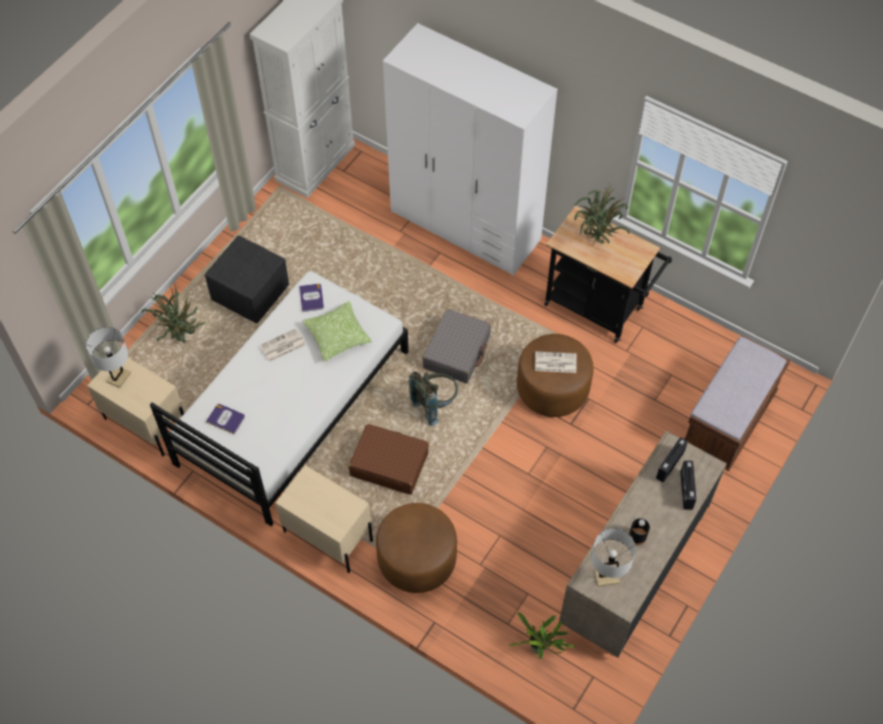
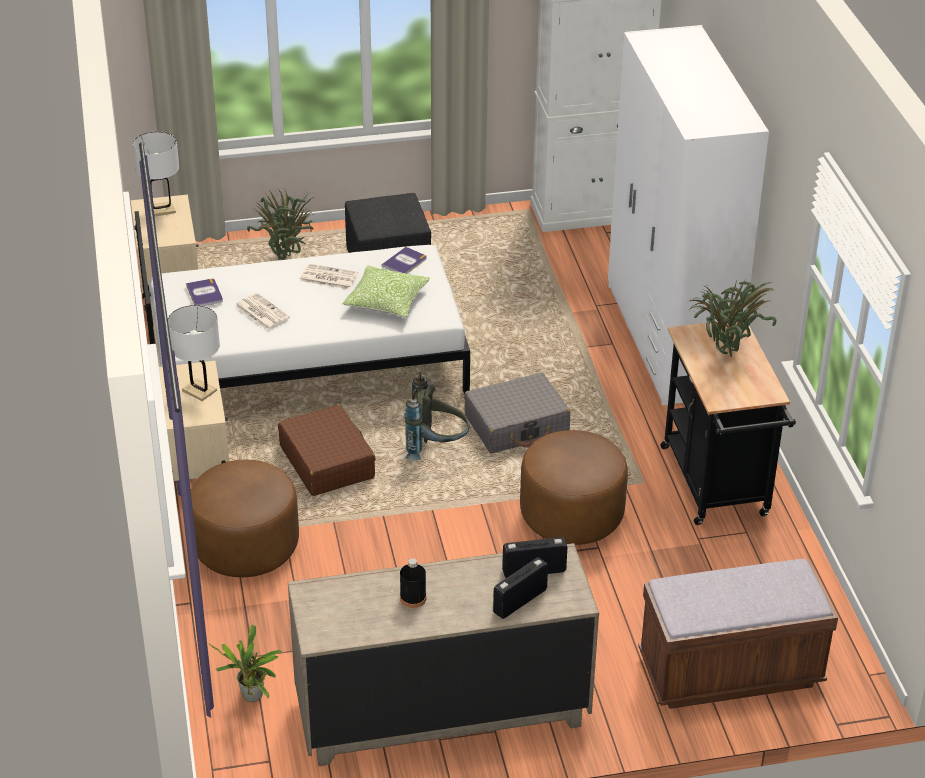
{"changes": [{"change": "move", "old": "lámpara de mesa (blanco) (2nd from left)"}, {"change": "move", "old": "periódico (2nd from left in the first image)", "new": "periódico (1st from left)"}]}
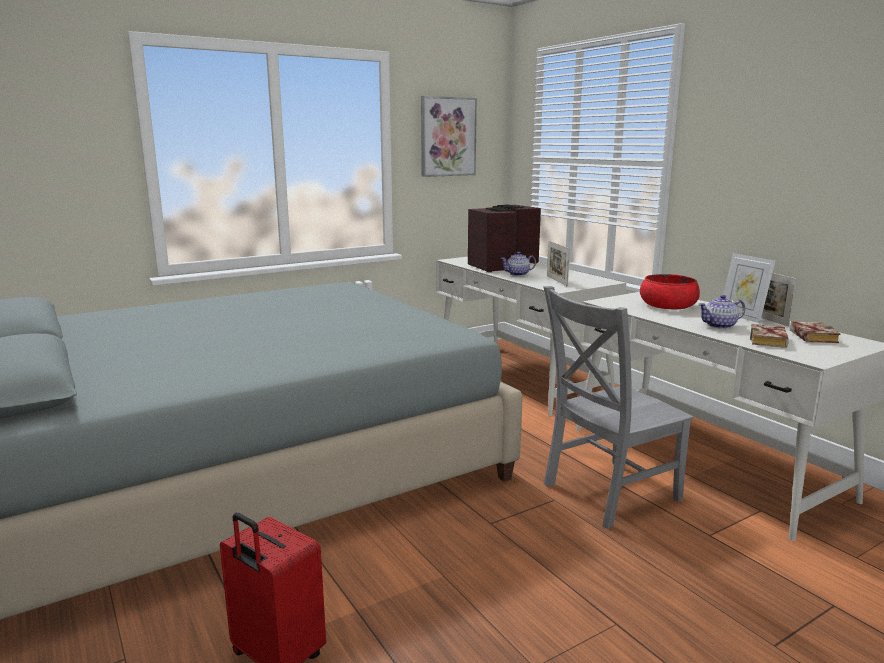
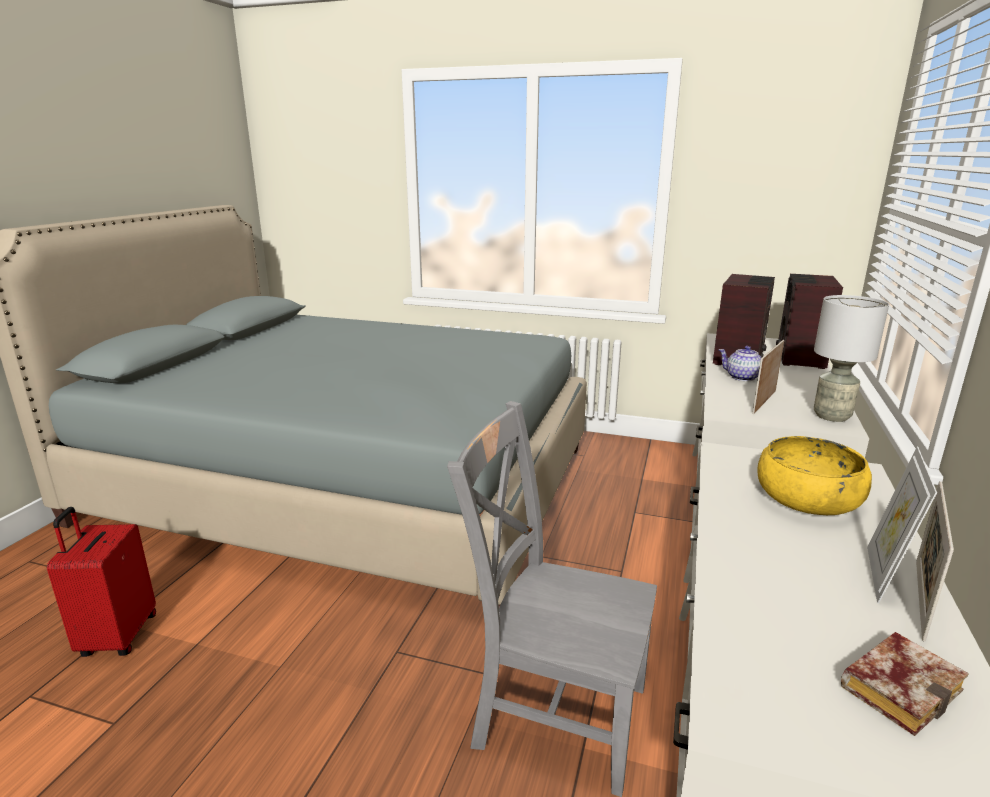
{"changes": [{"change": "recolor", "old": "cuenco (rojo)", "new": "cuenco (amarillo)"}, {"change": "insert", "new": "lámpara de mesa (gris)"}, {"change": "delete", "old": "cuadro"}, {"change": "delete", "old": "tetera (2nd from left)"}, {"change": "delete", "old": "libro (1st from left)"}]}
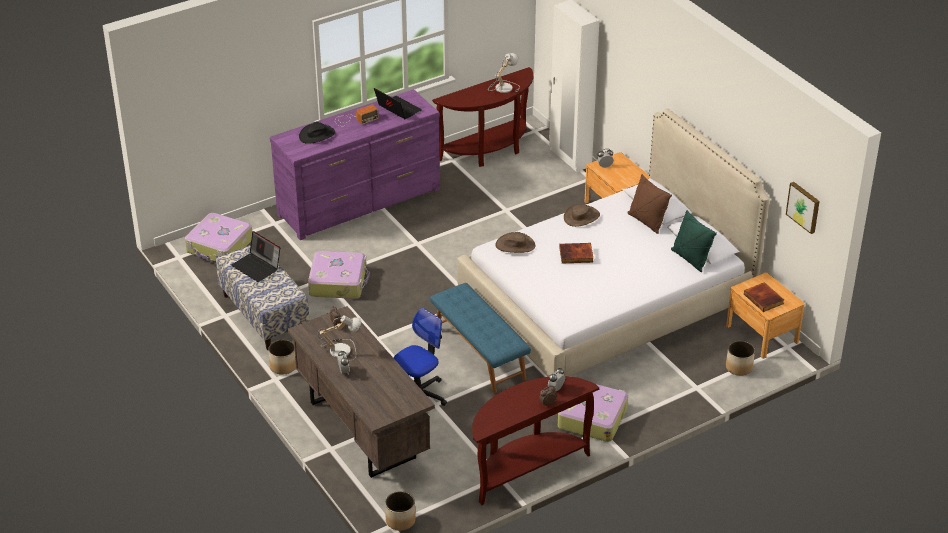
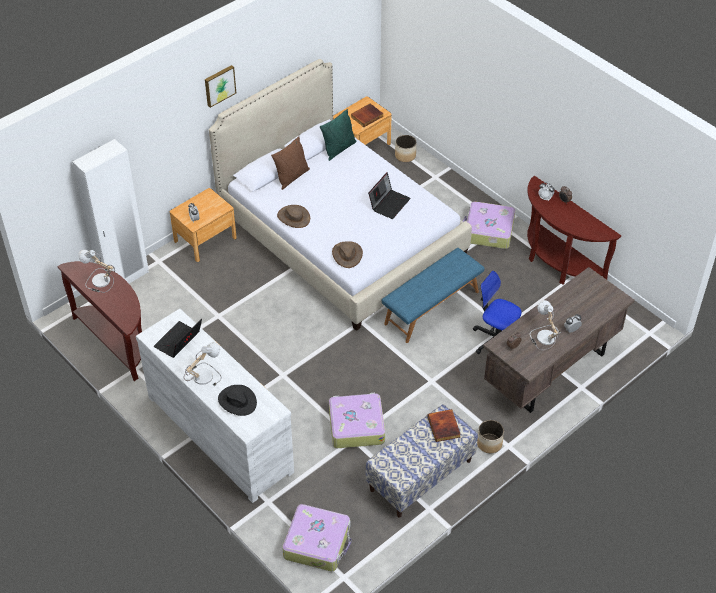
{"changes": [{"change": "recolor", "old": "cómoda (morado)", "new": "cómoda (blanco)"}, {"change": "replace", "old": "radio", "new": "lámpara de mesa (2nd from left)"}, {"change": "move", "old": "cuadro"}, {"change": "move", "old": "portátil (1st from left in the first image)", "new": "portátil (2nd from left)"}, {"change": "move", "old": "libro (1st from left in the first image)", "new": "libro (2nd from left)"}, {"change": "delete", "old": "maceta (2nd from left)"}]}
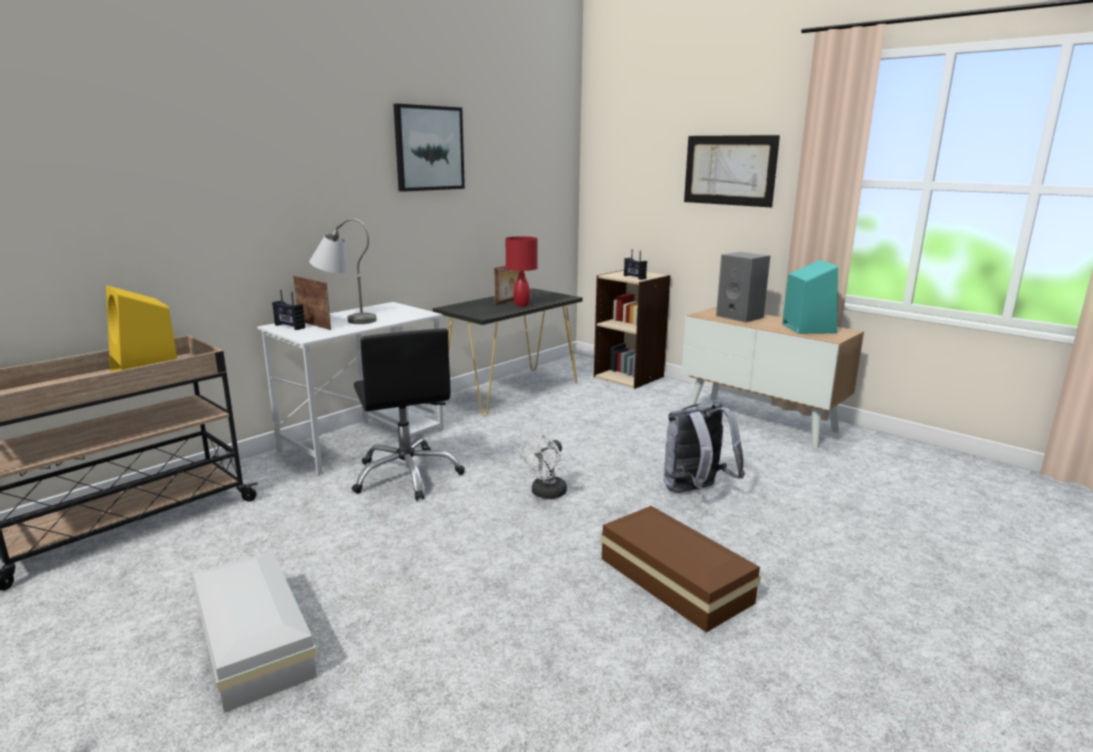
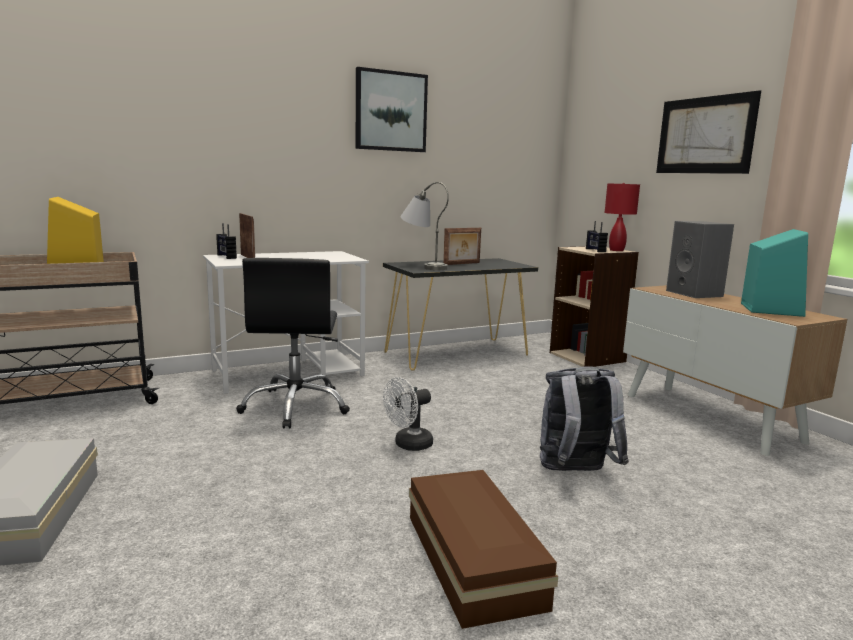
{"changes": [{"change": "move", "old": "lámpara de mesa (gris)"}, {"change": "move", "old": "lámpara de mesa (rojo)"}]}
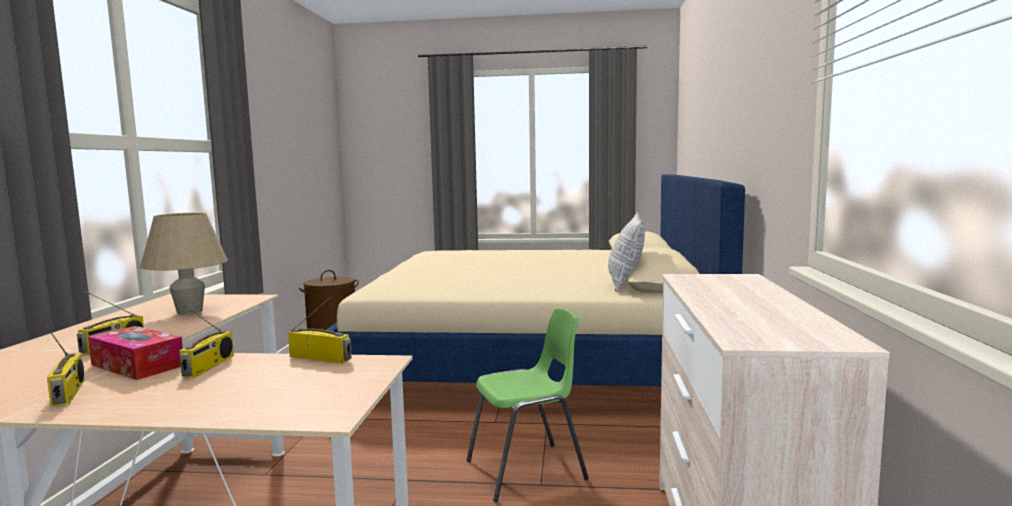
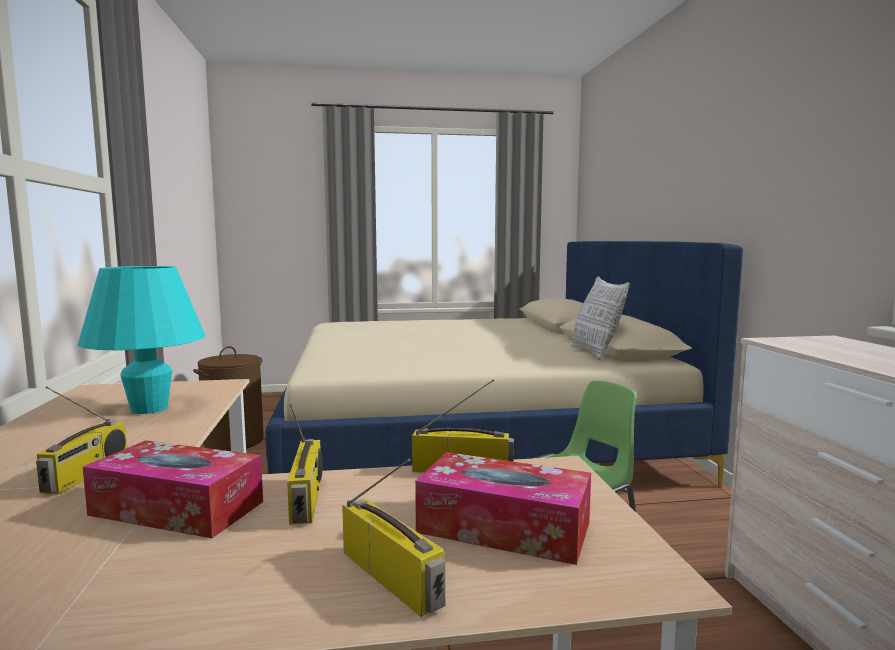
{"changes": [{"change": "recolor", "old": "lámpara de mesa (beis)", "new": "lámpara de mesa (turquesa)"}, {"change": "move", "old": "radio (1st from left in the first image)", "new": "radio (3rd from left)"}, {"change": "insert", "new": "caja de pañuelos (2nd from left)"}]}
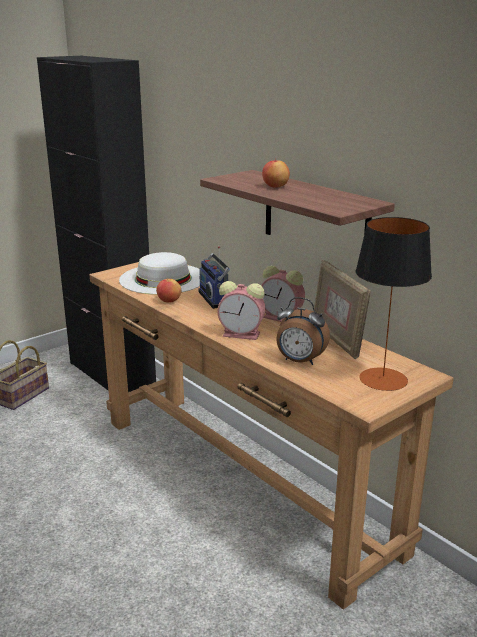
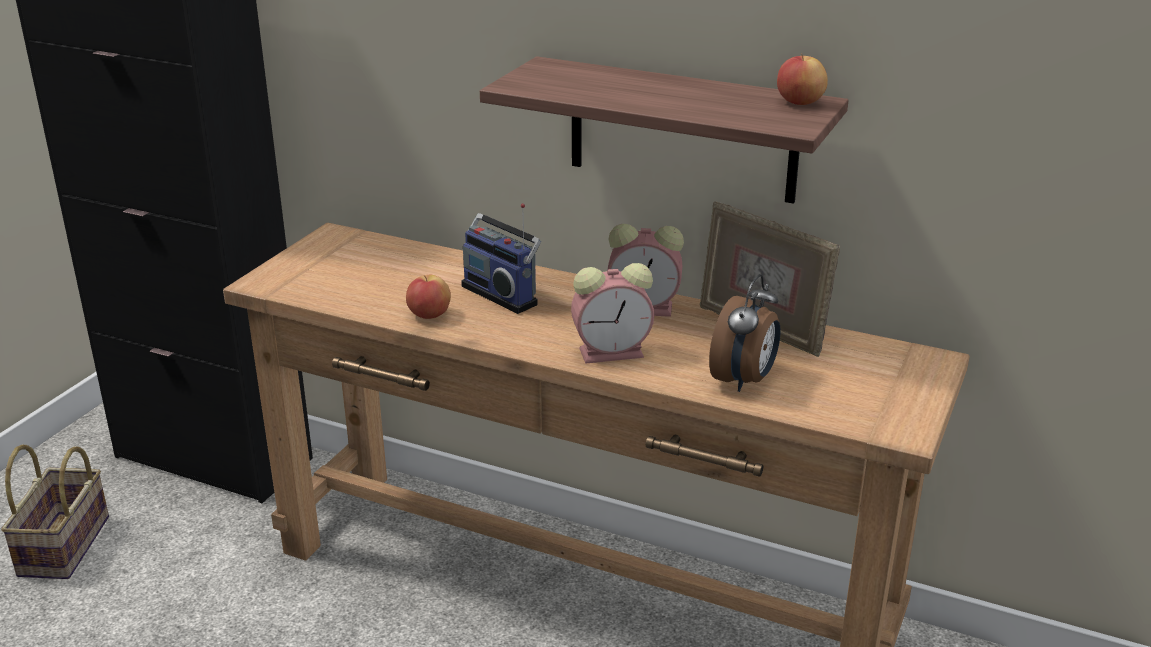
{"changes": [{"change": "rotate", "old": "despertador (3rd from left)", "degrees": -60}, {"change": "move", "old": "manzana (2nd from left)"}, {"change": "delete", "old": "sombrero (blanco)"}, {"change": "delete", "old": "lámpara de mesa"}]}
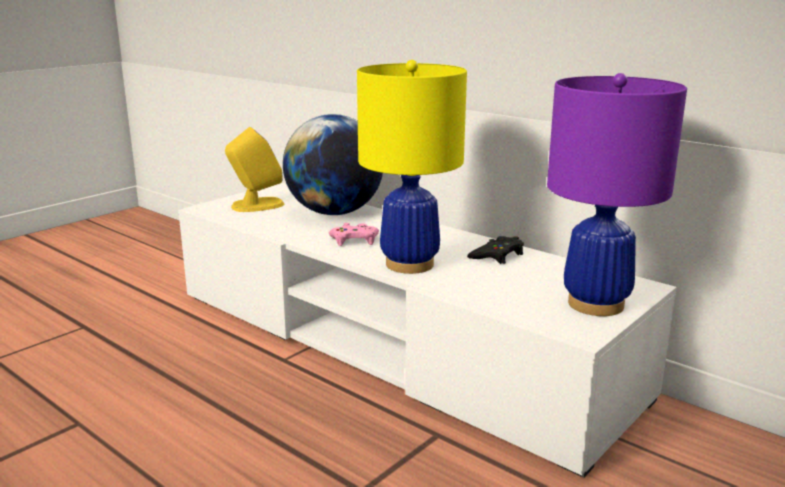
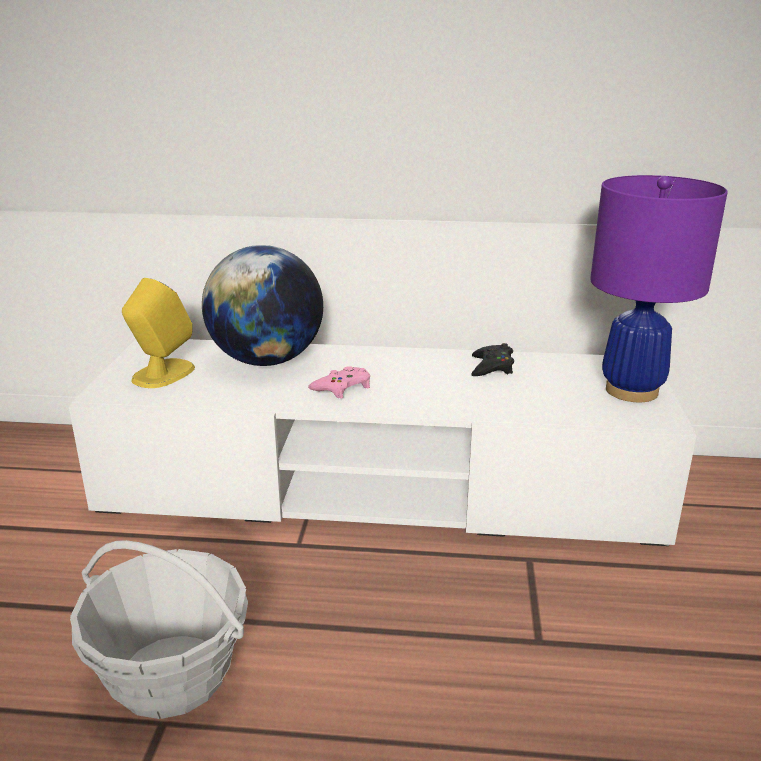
{"changes": [{"change": "insert", "new": "cesta"}, {"change": "delete", "old": "lámpara de mesa (amarillo)"}]}
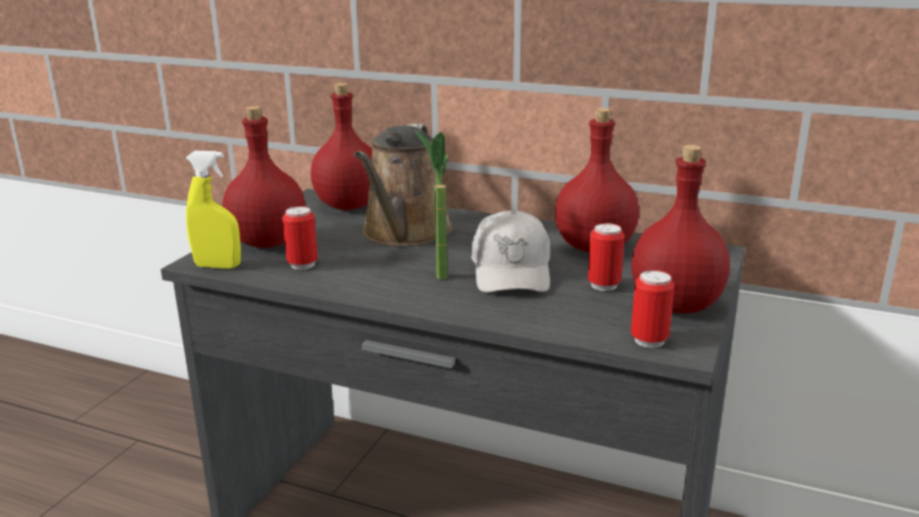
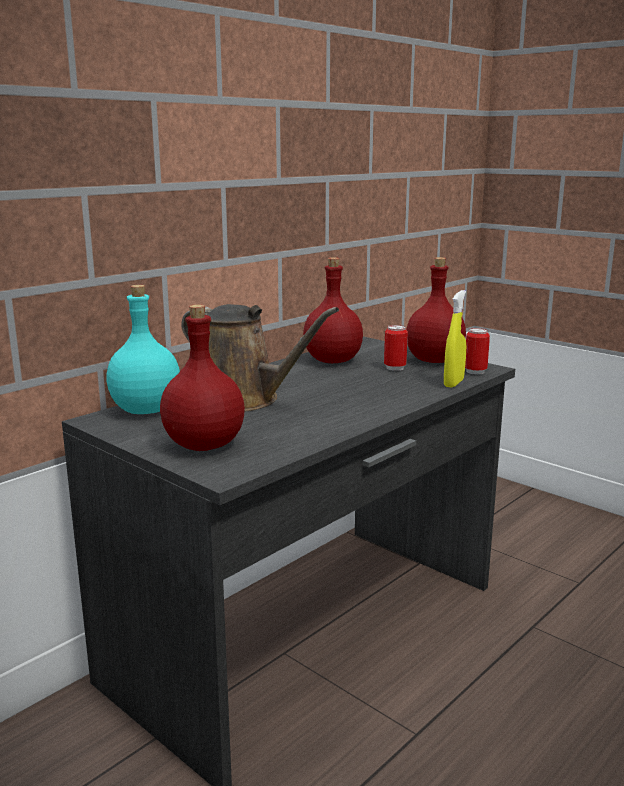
{"changes": [{"change": "recolor", "old": "botella (rojo) (2nd from left)", "new": "botella (turquesa)"}, {"change": "move", "old": "pulverizador (amarillo)"}, {"change": "delete", "old": "lata (1st from left)"}, {"change": "delete", "old": "planta en maceta"}, {"change": "delete", "old": "gorra (blanco)"}]}
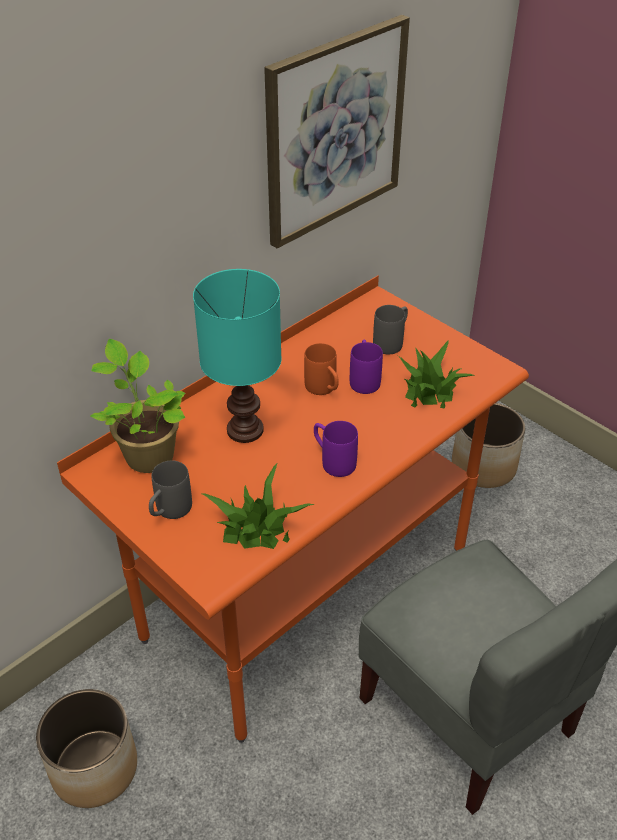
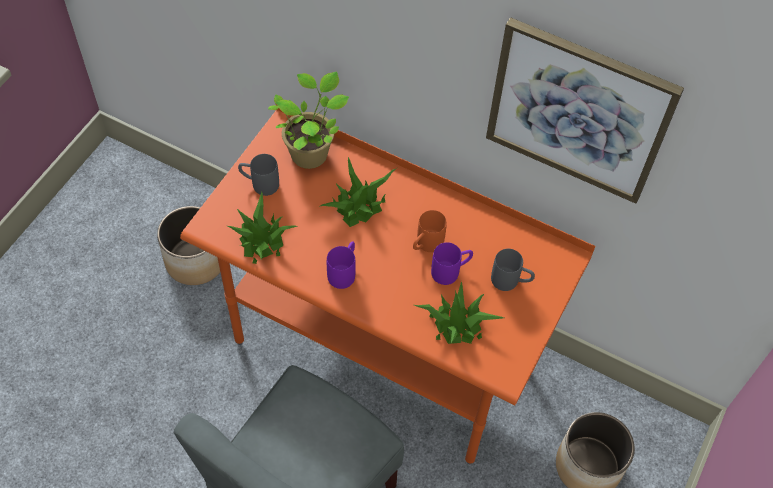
{"changes": [{"change": "replace", "old": "lámpara de mesa (turquesa)", "new": "planta en maceta (3rd from left)"}]}
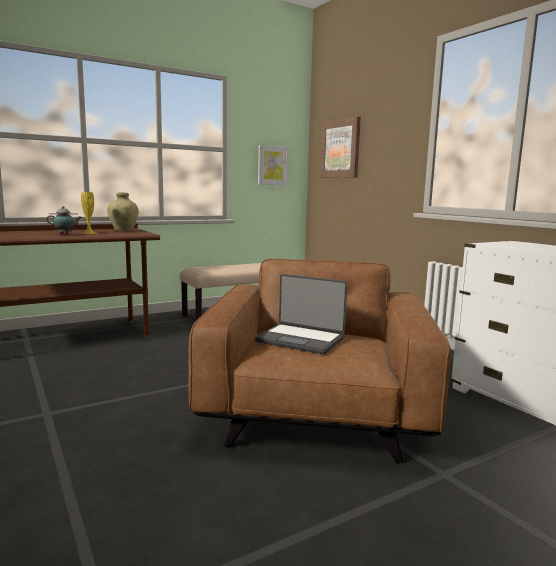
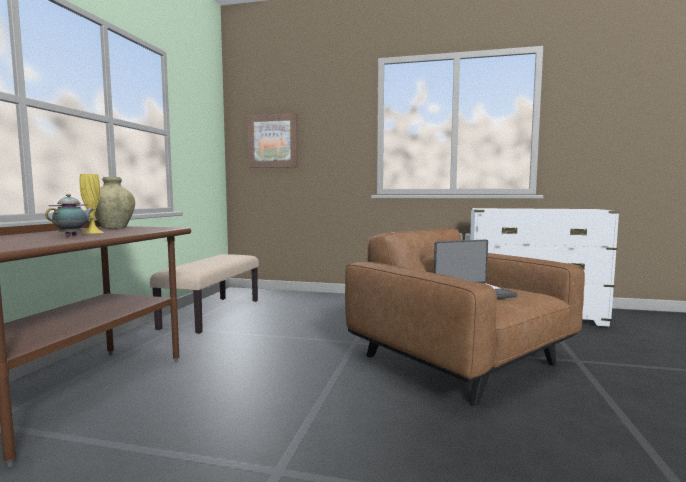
{"changes": [{"change": "delete", "old": "cuadro (1st from left)"}]}
